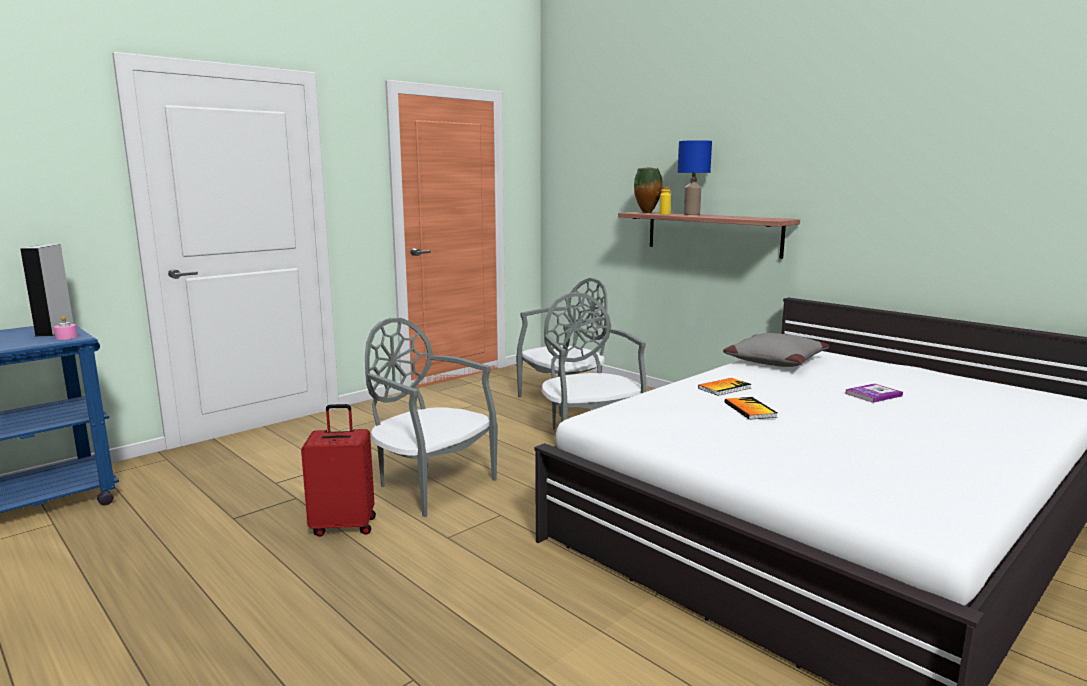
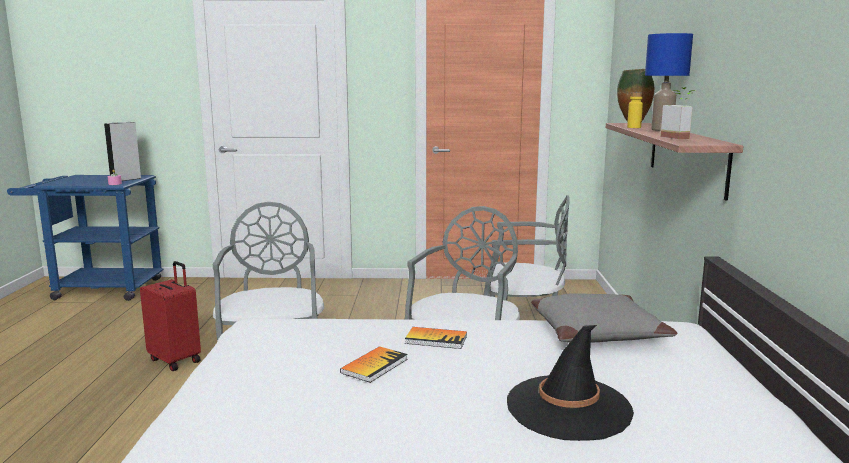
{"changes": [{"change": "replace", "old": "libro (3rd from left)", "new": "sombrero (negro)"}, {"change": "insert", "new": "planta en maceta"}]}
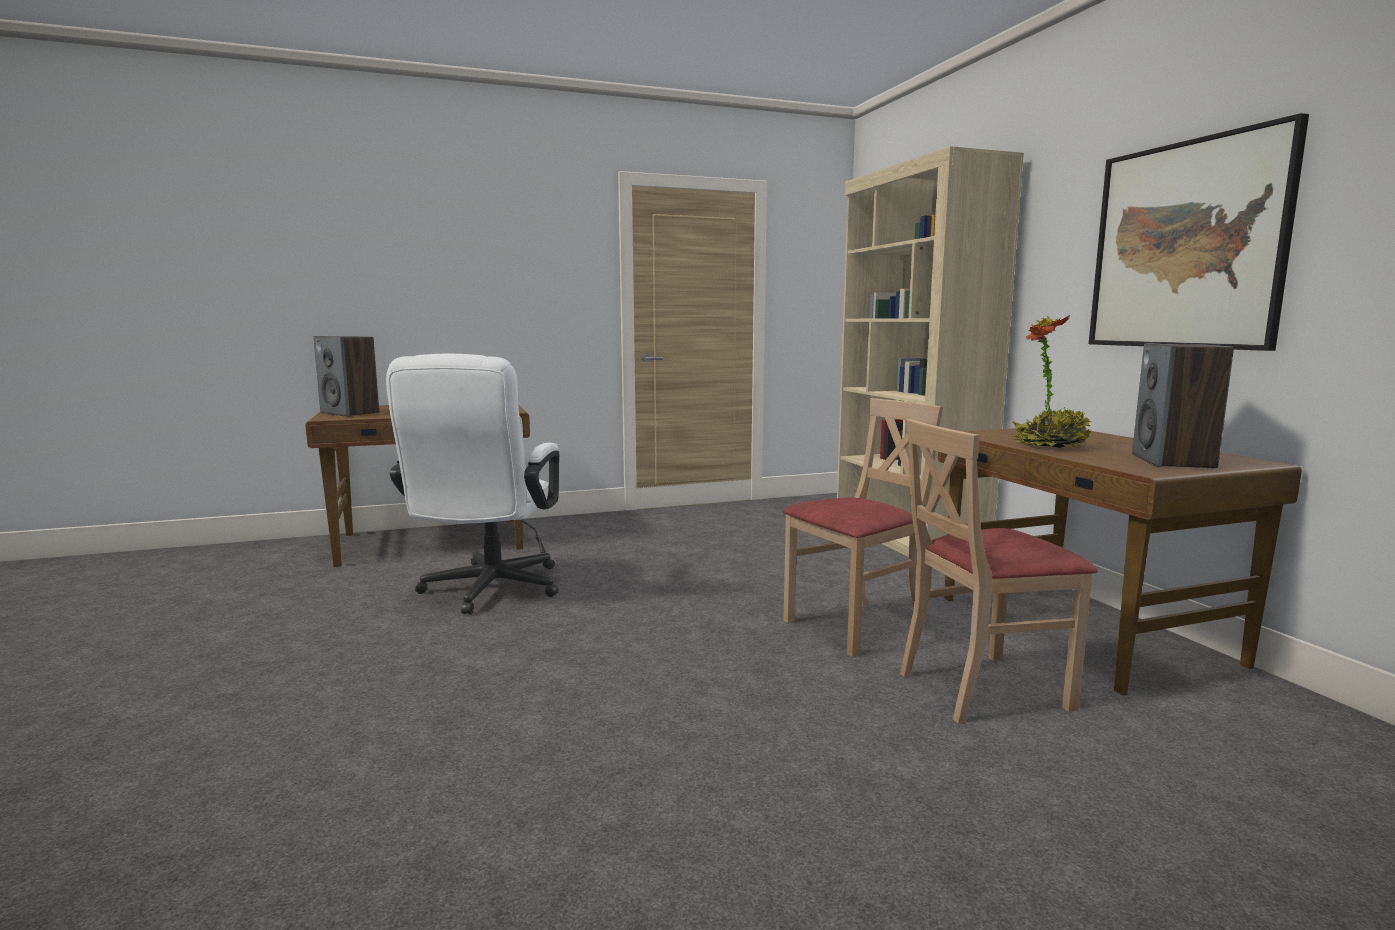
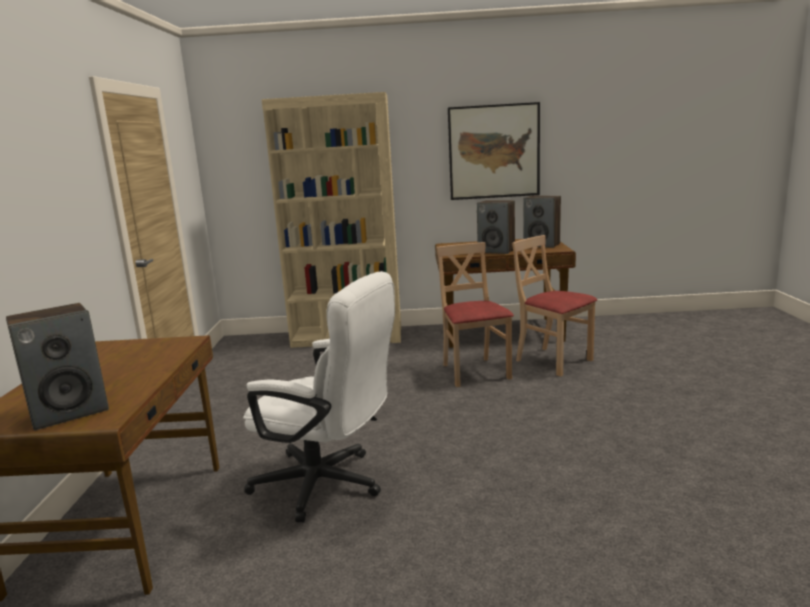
{"changes": [{"change": "replace", "old": "planta en maceta", "new": "altavoz (2nd from left)"}, {"change": "rotate", "old": "silla (beis) (2nd from left)", "degrees": 135}]}
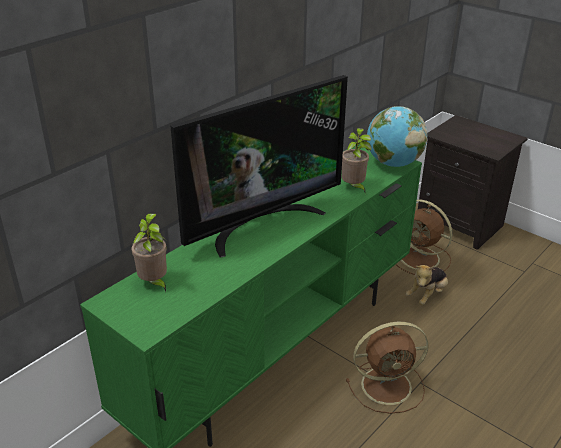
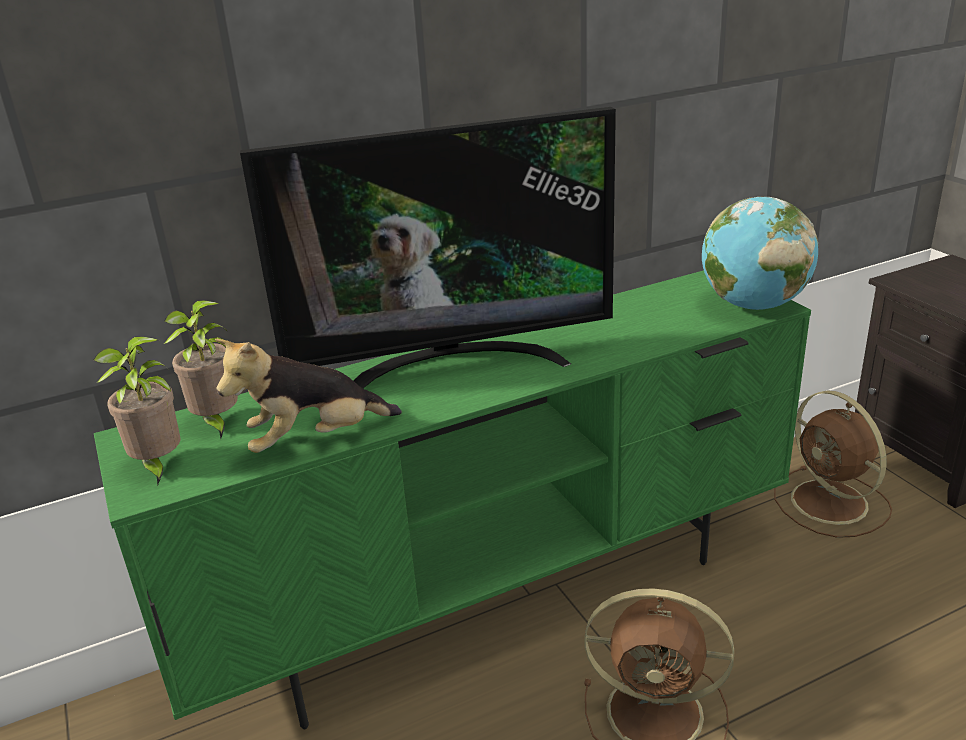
{"changes": [{"change": "move", "old": "planta en maceta (2nd from left in the first image)", "new": "planta en maceta (1st from left)"}, {"change": "move", "old": "peluche"}]}
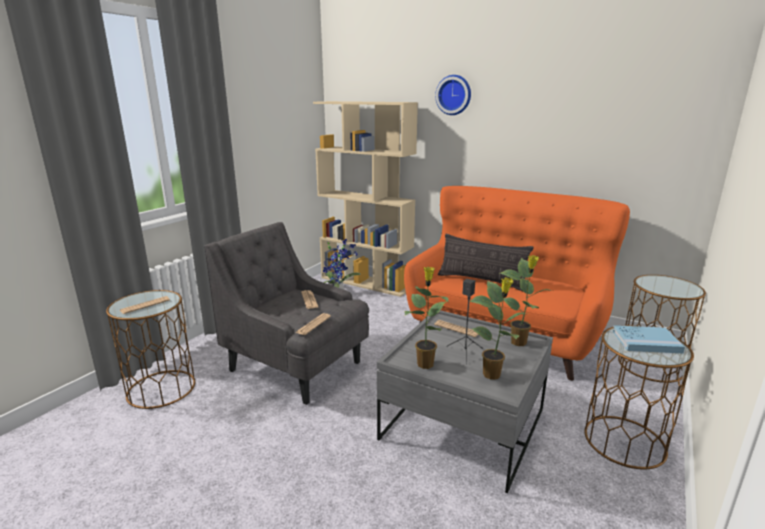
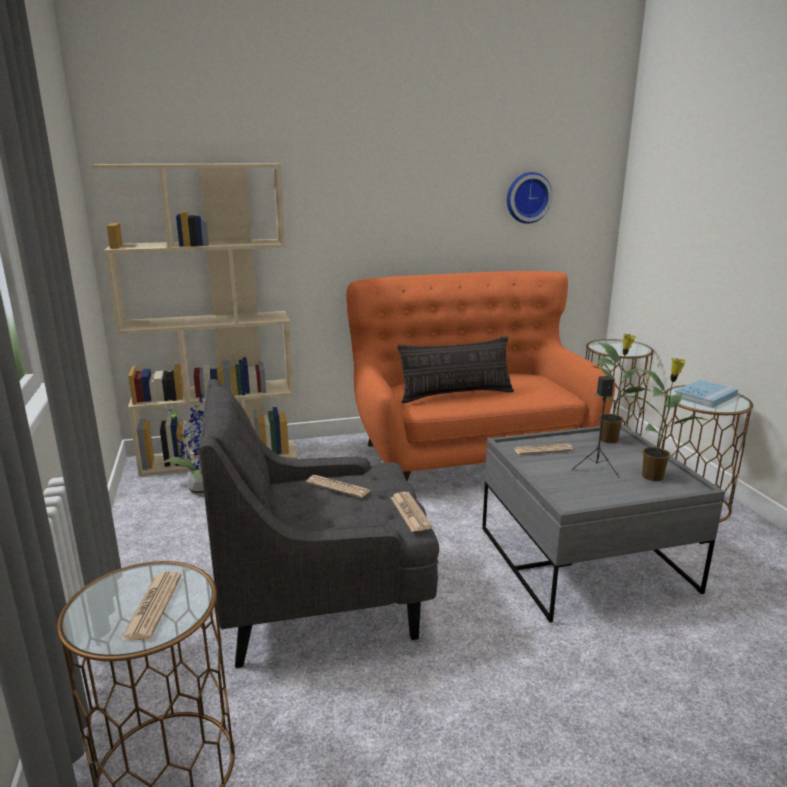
{"changes": [{"change": "move", "old": "reloj de pared"}, {"change": "delete", "old": "planta en maceta (2nd from left)"}]}
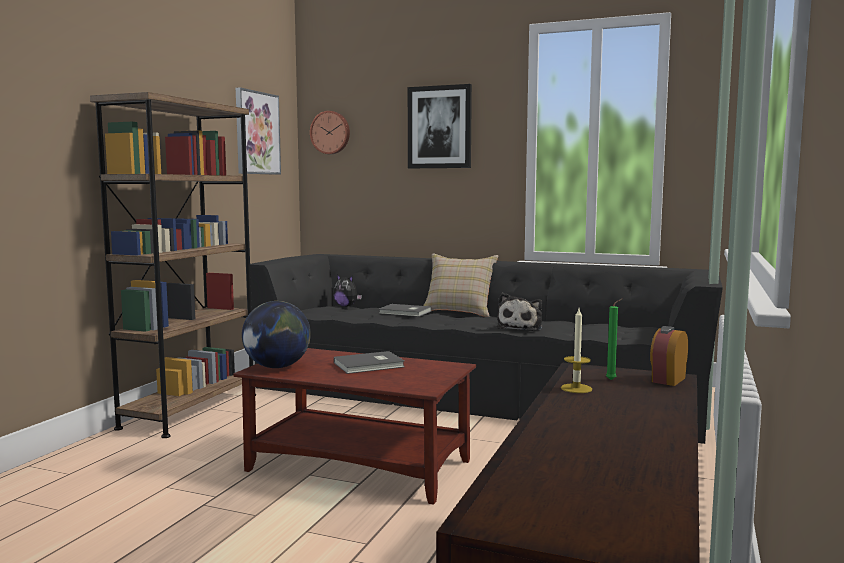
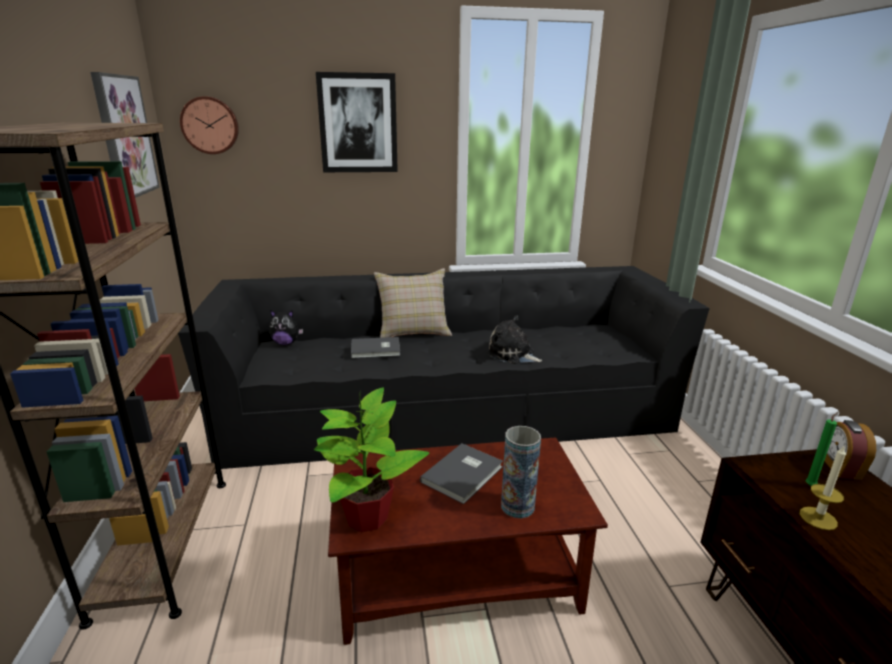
{"changes": [{"change": "replace", "old": "globo terráqueo", "new": "planta en maceta"}, {"change": "rotate", "old": "peluche (2nd from left)", "degrees": 135}, {"change": "insert", "new": "florero"}]}
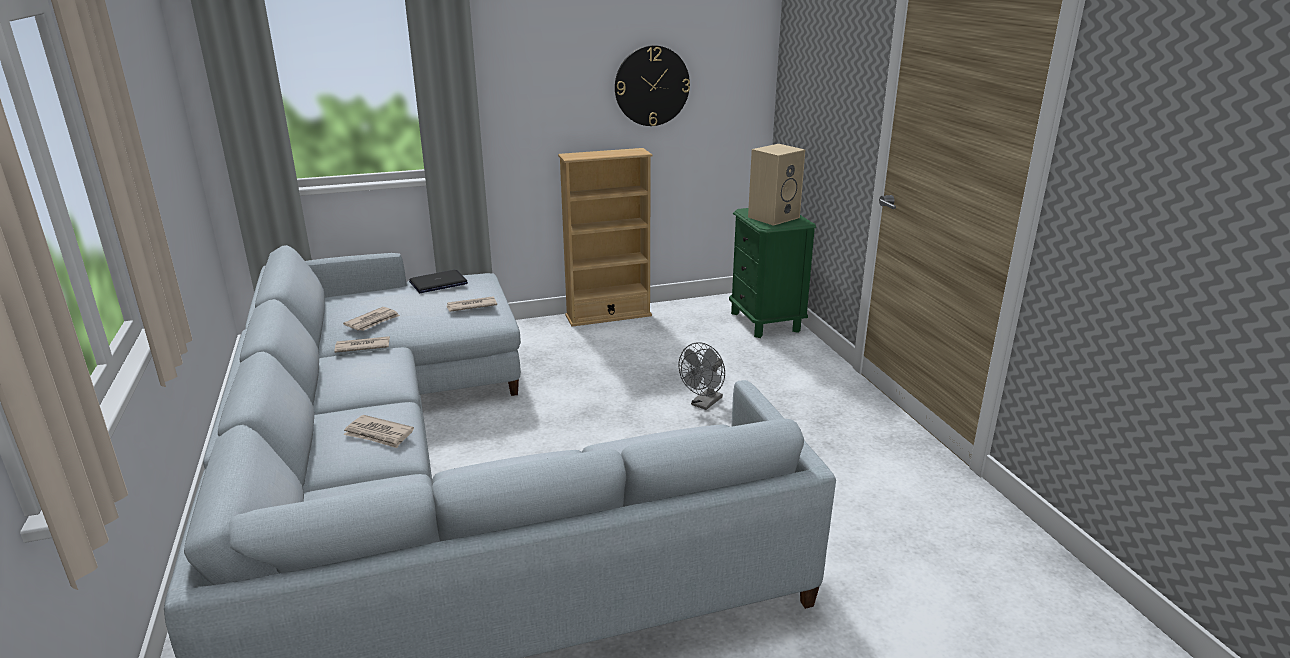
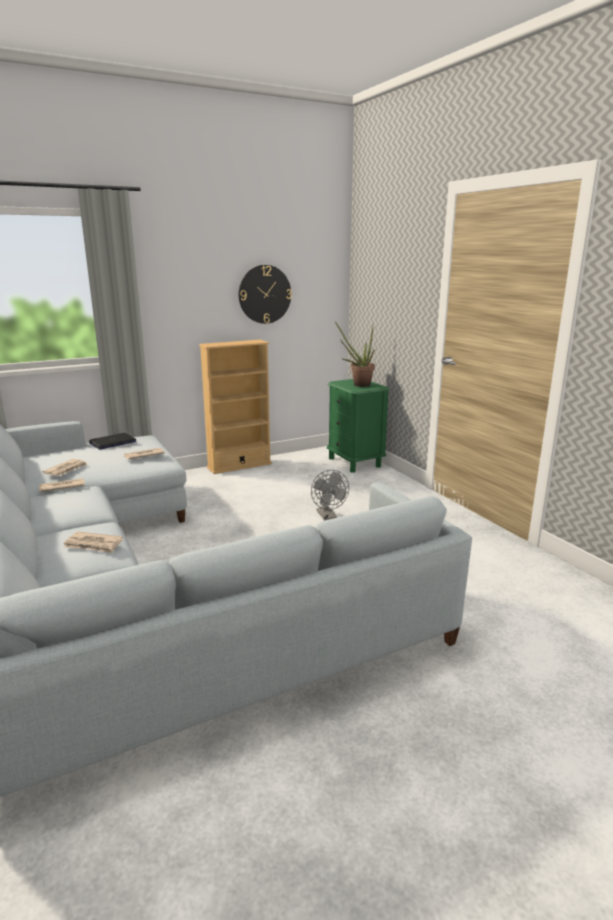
{"changes": [{"change": "rotate", "old": "ventilador (gris)", "degrees": -45}, {"change": "replace", "old": "altavoz (beis)", "new": "planta en maceta"}]}
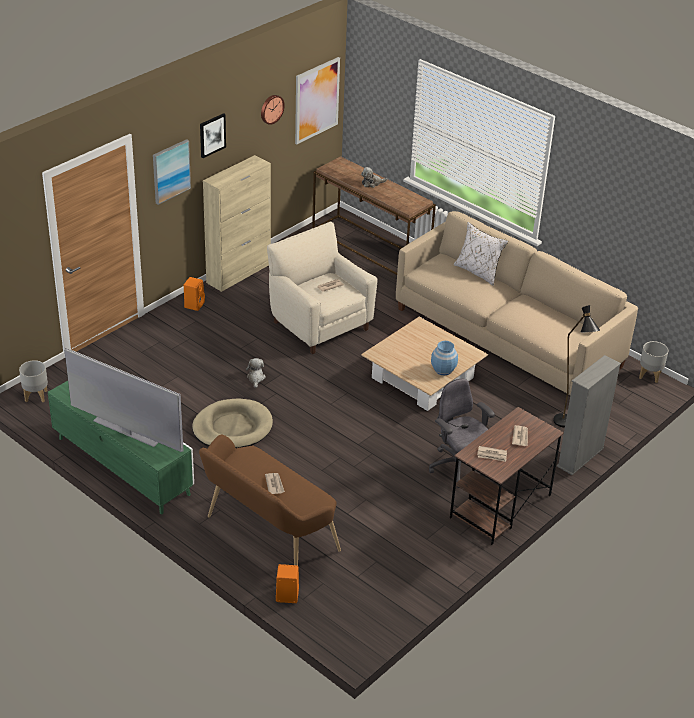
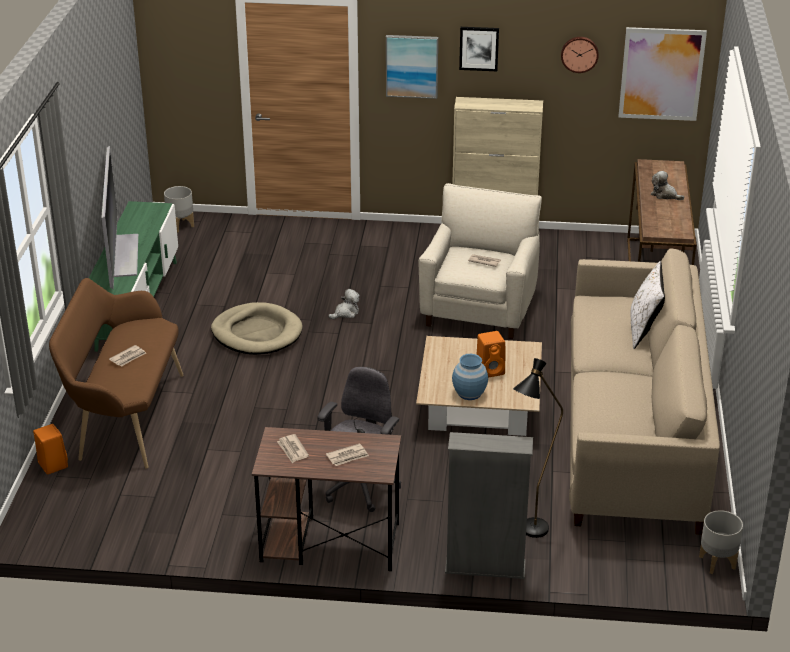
{"changes": [{"change": "move", "old": "altavoz (naranja) (1st from left in the first image)", "new": "altavoz (naranja) (2nd from left)"}]}
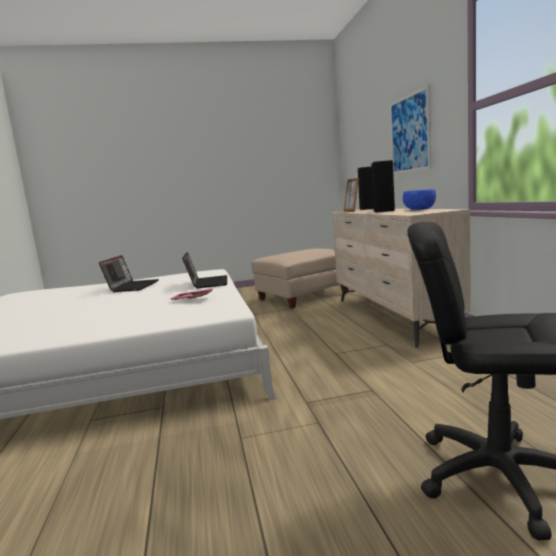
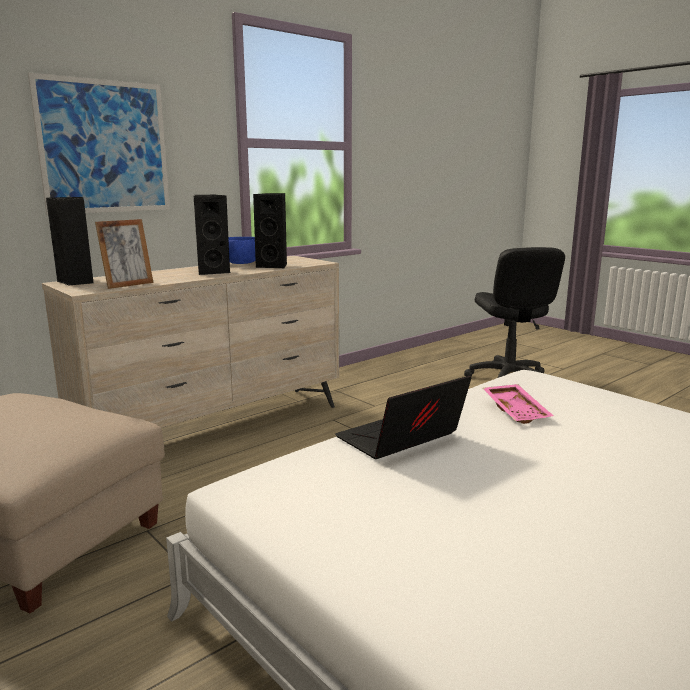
{"changes": [{"change": "insert", "new": "altavoz (negro) (3rd from left)"}, {"change": "delete", "old": "portátil (1st from left)"}]}
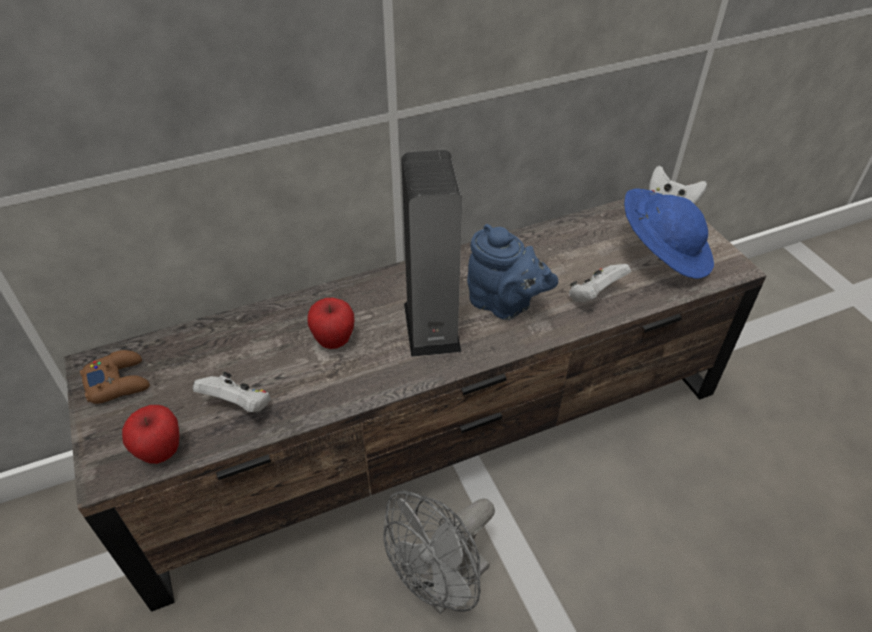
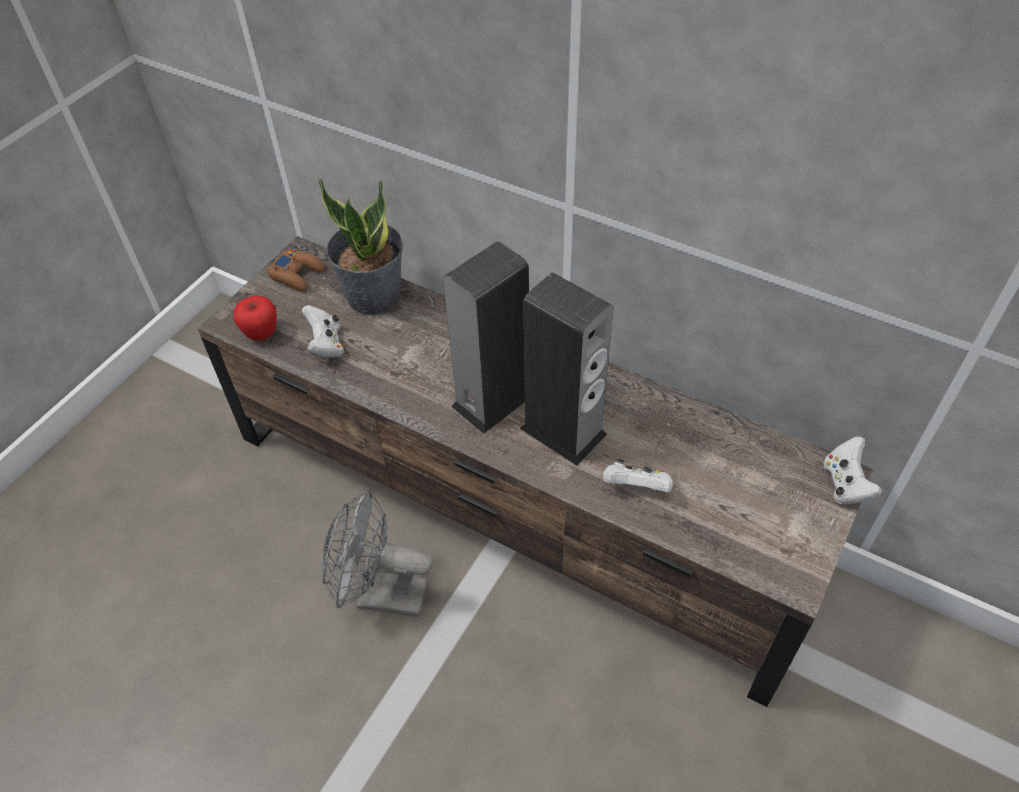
{"changes": [{"change": "insert", "new": "planta en maceta"}, {"change": "replace", "old": "tetera (azul)", "new": "altavoz (2nd from left)"}, {"change": "delete", "old": "manzana (2nd from left)"}, {"change": "delete", "old": "sombrero (azul)"}]}
